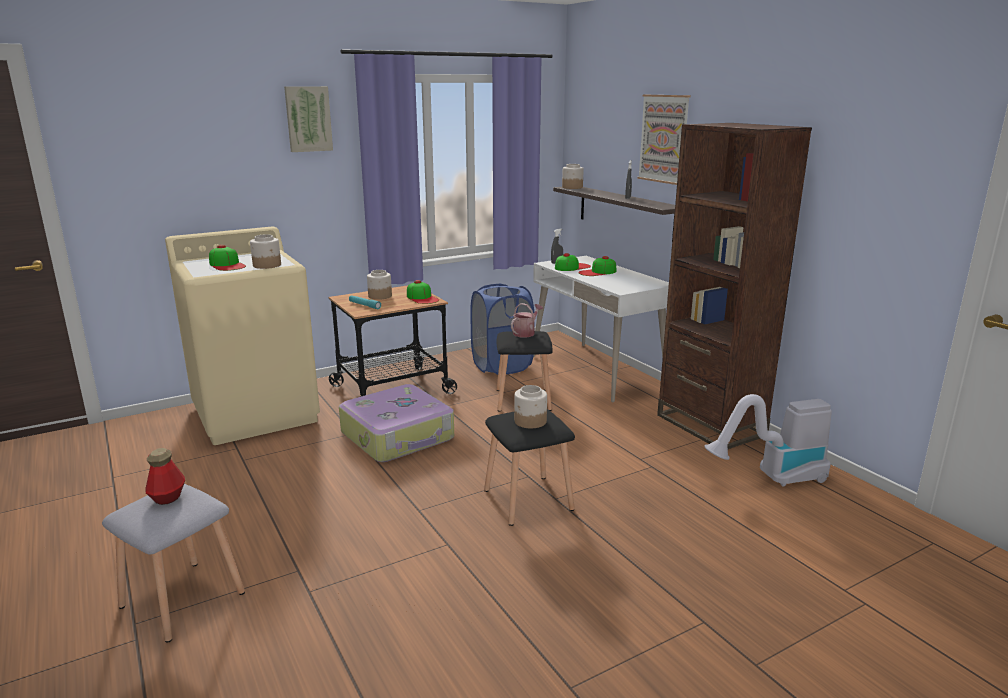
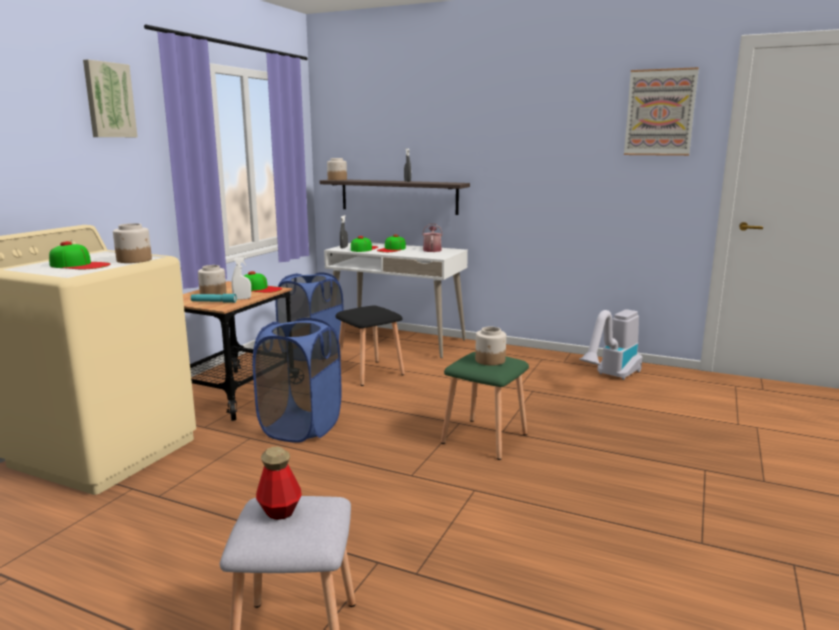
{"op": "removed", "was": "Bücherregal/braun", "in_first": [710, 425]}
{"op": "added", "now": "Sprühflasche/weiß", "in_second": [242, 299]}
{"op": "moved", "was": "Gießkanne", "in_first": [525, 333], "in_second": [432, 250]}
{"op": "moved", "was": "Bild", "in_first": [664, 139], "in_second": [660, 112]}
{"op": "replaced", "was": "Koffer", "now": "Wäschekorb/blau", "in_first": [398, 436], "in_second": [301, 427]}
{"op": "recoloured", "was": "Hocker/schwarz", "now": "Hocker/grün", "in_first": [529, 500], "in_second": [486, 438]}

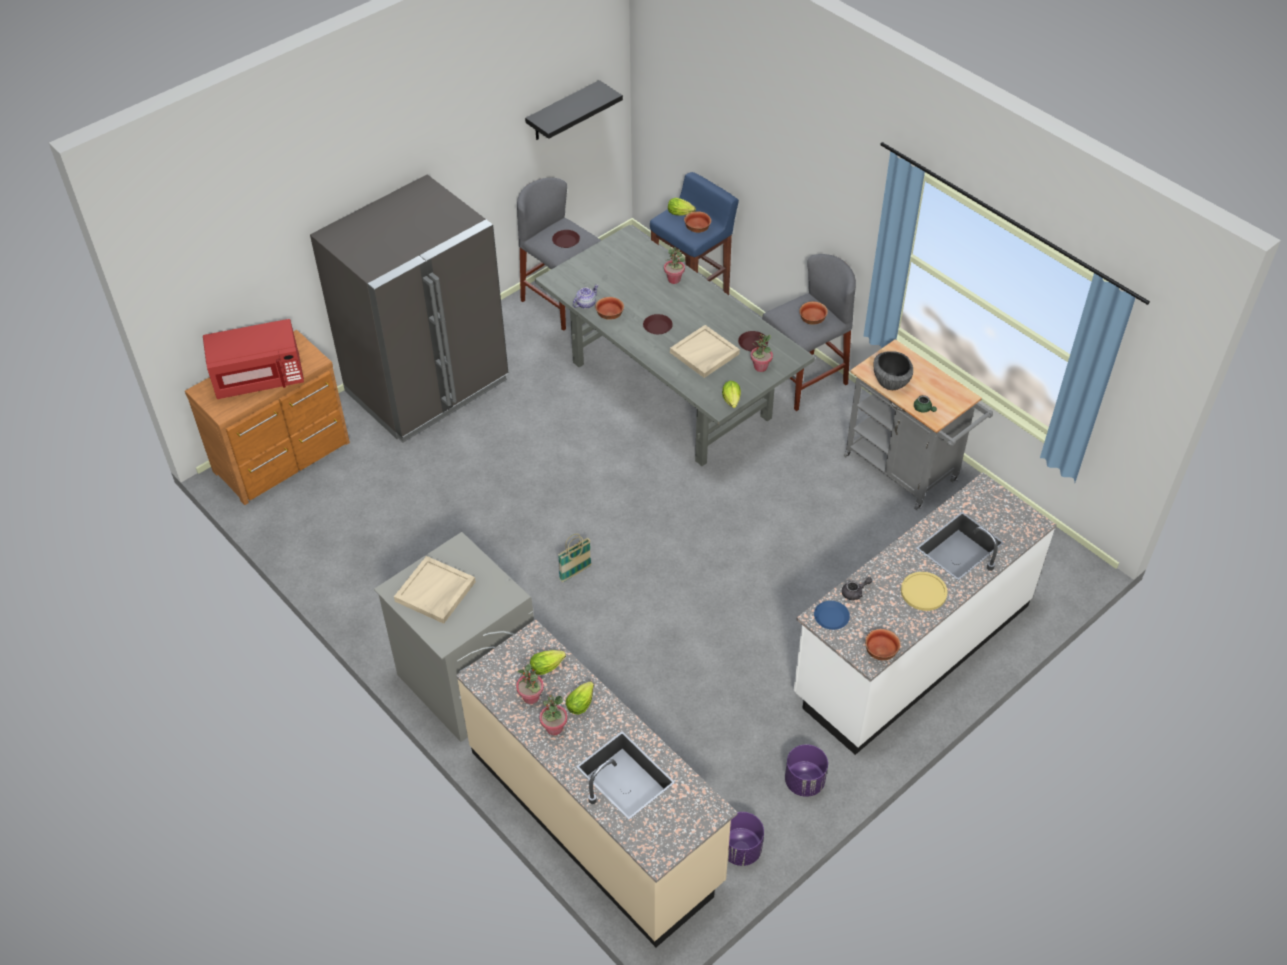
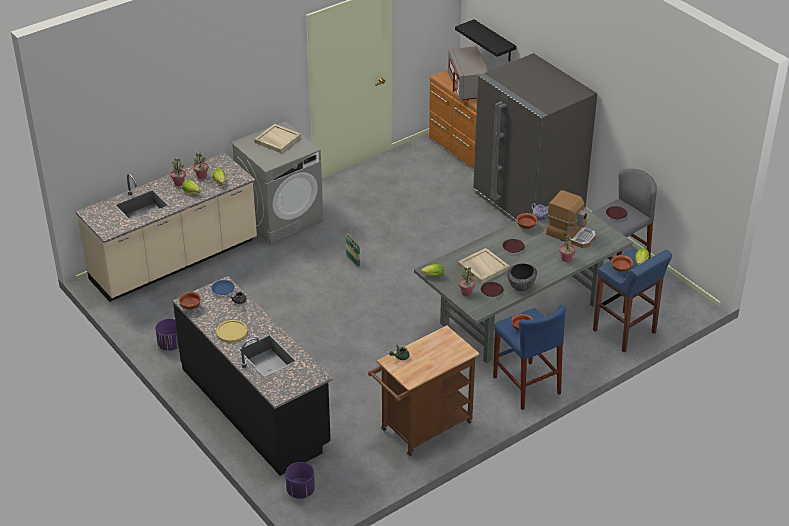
{"op": "added", "now": "Kaffeemaschine", "in_second": [571, 234]}
{"op": "moved", "was": "Wandregal/schwarz", "in_first": [563, 111], "in_second": [494, 41]}
{"op": "moved", "was": "Pflanzkübel/lila", "in_first": [741, 850], "in_second": [300, 491]}
{"op": "moved", "was": "Schüssel", "in_first": [890, 383], "in_second": [521, 286]}
{"op": "recoloured", "was": "Mikrowelle/rot", "now": "Mikrowelle/grau", "in_first": [259, 378], "in_second": [468, 87]}
{"op": "recoloured", "was": "Hocker/grau", "now": "Hocker/blau", "in_first": [804, 381], "in_second": [526, 385]}
{"op": "recoloured", "was": "Küchenzeile/weiß", "now": "Küchenzeile/schwarz", "in_first": [911, 650], "in_second": [255, 407]}
{"op": "recoloured", "was": "Rollwagen/grau", "now": "Rollwagen/braun", "in_first": [906, 472], "in_second": [422, 429]}

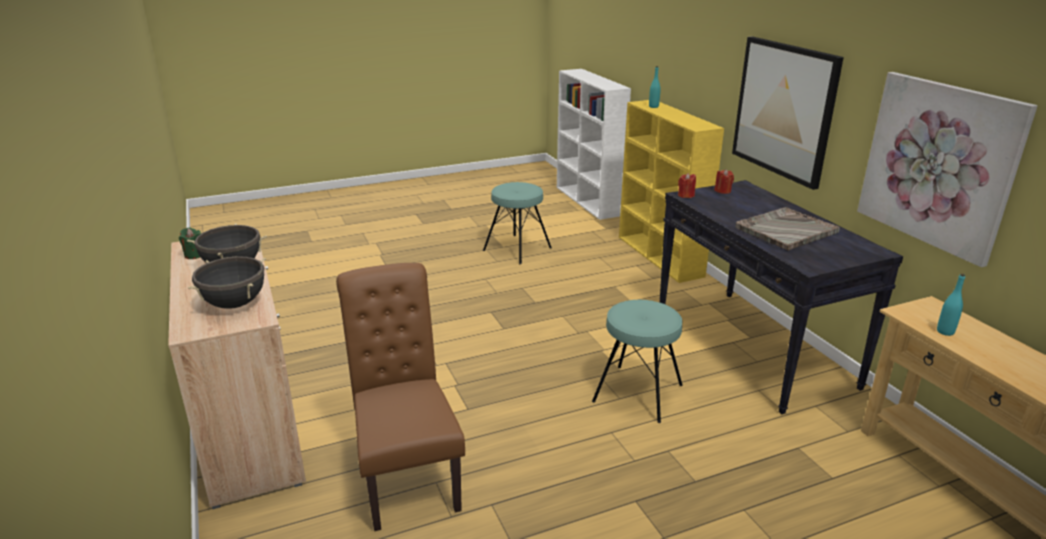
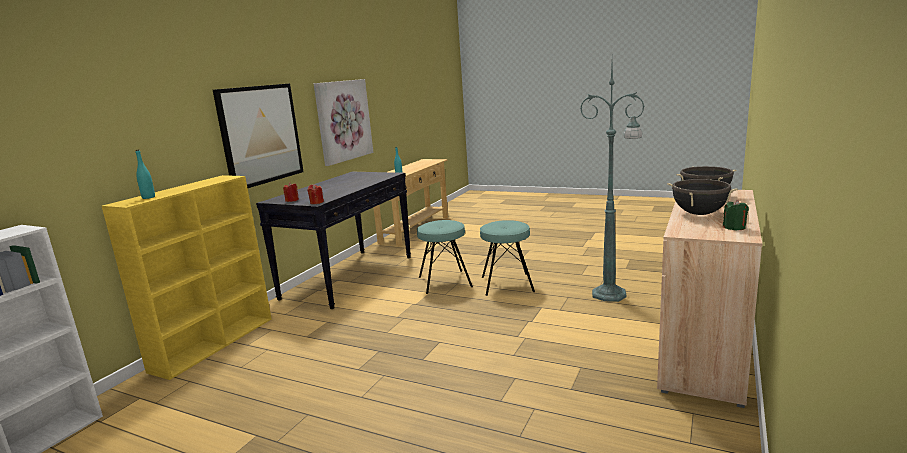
{"op": "removed", "was": "Tablett/grau", "in_first": [785, 230]}
{"op": "moved", "was": "Hocker/türkis", "in_first": [517, 249], "in_second": [507, 284]}
{"op": "replaced", "was": "Stuhl/braun", "now": "Stehlampe/grün", "in_first": [407, 474], "in_second": [611, 294]}

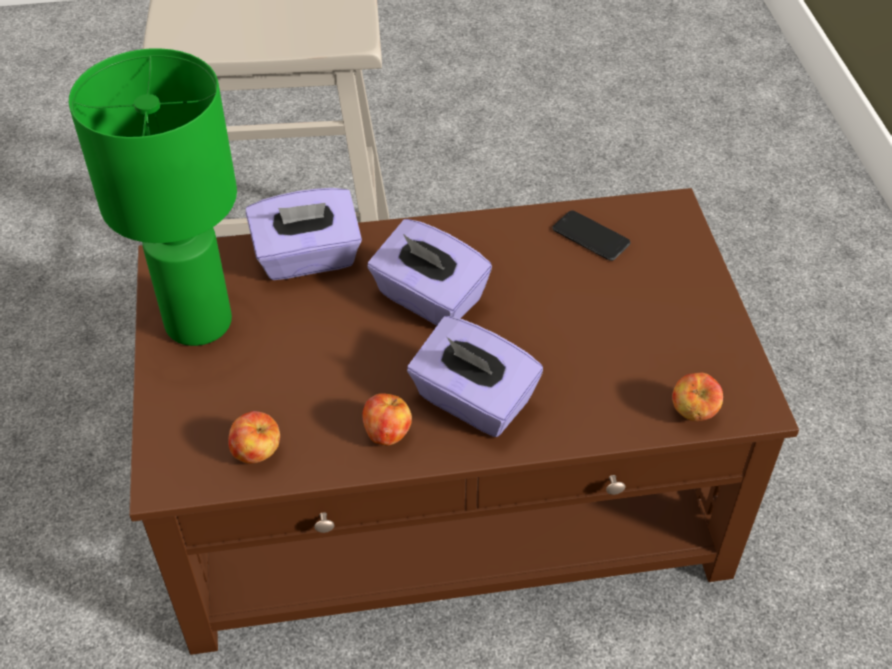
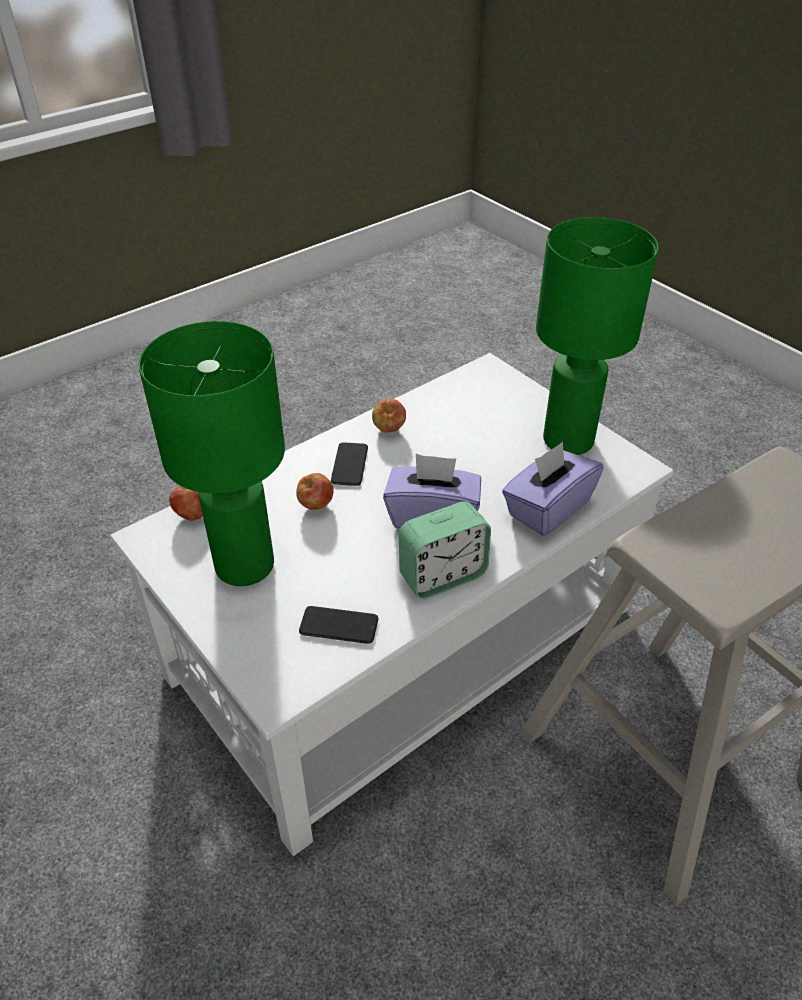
{"op": "added", "now": "Tischlampe/grün", "in_second": [246, 564]}
{"op": "added", "now": "Wecker", "in_second": [442, 575]}
{"op": "moved", "was": "Apfel", "in_first": [257, 452], "in_second": [316, 505]}
{"op": "replaced", "was": "Taschentuchbox/lila", "now": "Handy", "in_first": [472, 401], "in_second": [349, 465]}
{"op": "recoloured", "was": "Couchtisch/braun", "now": "Couchtisch/weiß", "in_first": [448, 491], "in_second": [400, 643]}

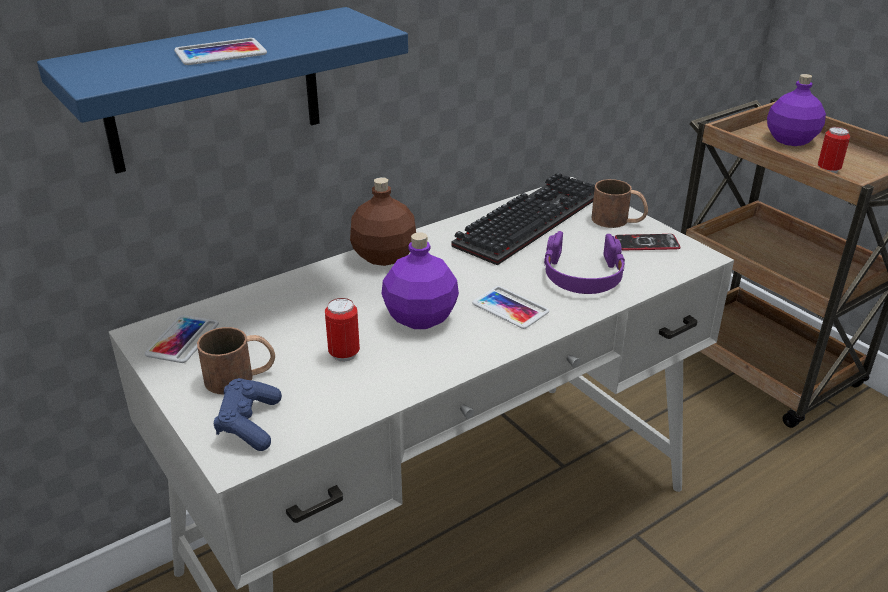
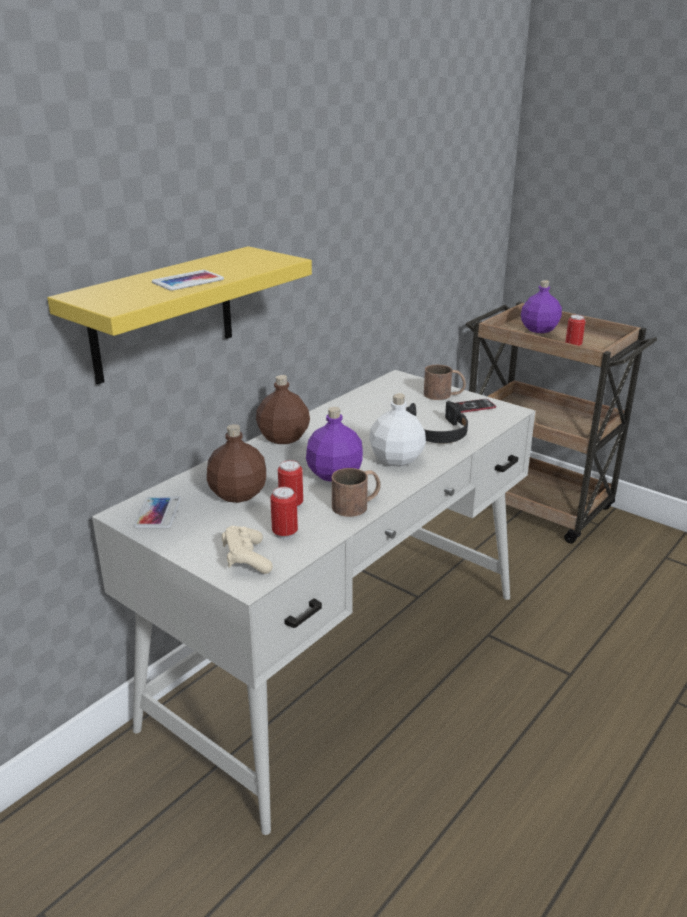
{"op": "removed", "was": "Tastatur", "in_first": [528, 219]}
{"op": "added", "now": "Flasche/braun", "in_second": [238, 493]}
{"op": "added", "now": "Dose", "in_second": [285, 533]}
{"op": "moved", "was": "Henkelbecher/braun", "in_first": [241, 377], "in_second": [357, 504]}
{"op": "replaced", "was": "Handy", "now": "Flasche/weiß", "in_first": [510, 308], "in_second": [396, 459]}
{"op": "recoloured", "was": "Wandregal/blau", "now": "Wandregal/gelb", "in_first": [214, 90], "in_second": [163, 314]}
{"op": "recoloured", "was": "Gamepad/blau", "now": "Gamepad/beige", "in_first": [249, 425], "in_second": [246, 559]}
{"op": "recoloured", "was": "Kopfhörer/lila", "now": "Kopfhörer/schwarz", "in_first": [582, 275], "in_second": [437, 432]}

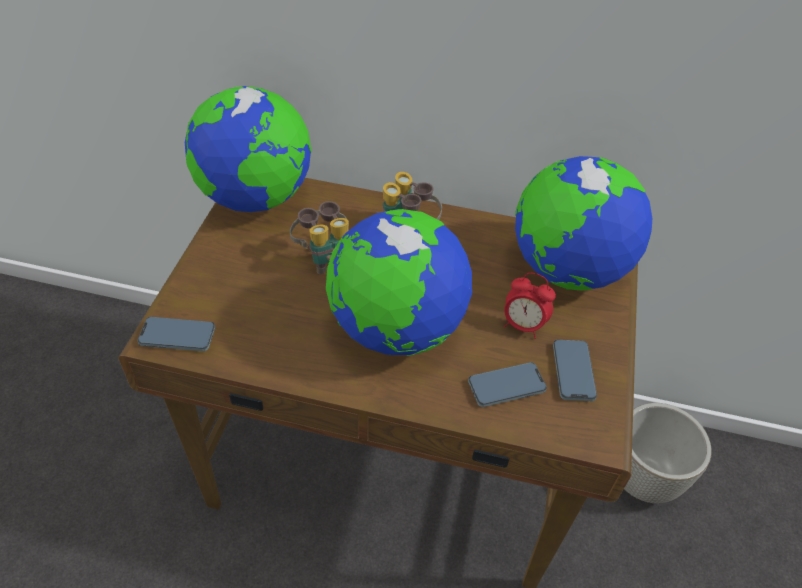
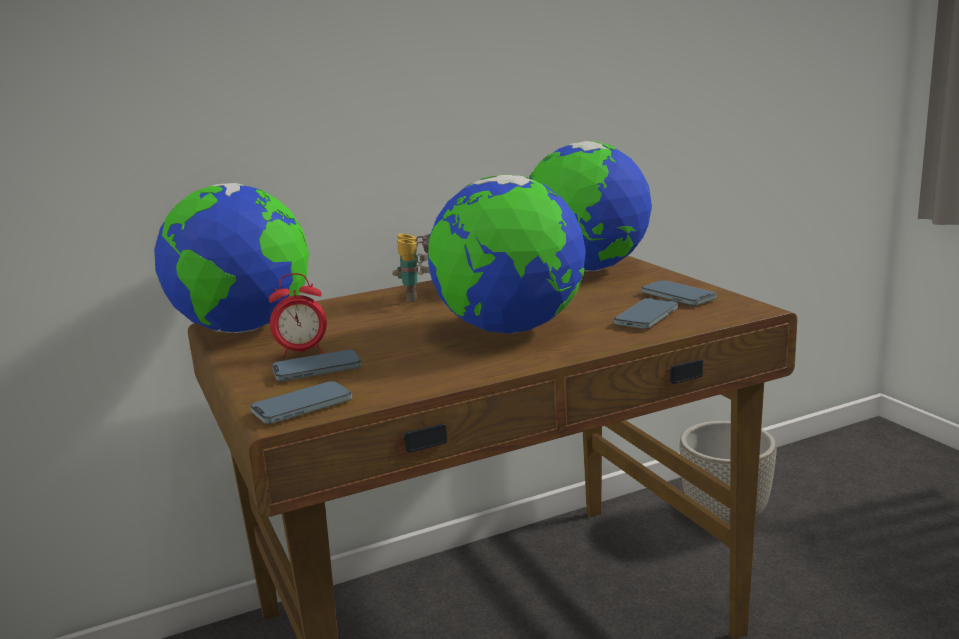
{"op": "removed", "was": "Fernglas", "in_first": [324, 257]}
{"op": "added", "now": "Handy", "in_second": [317, 370]}
{"op": "moved", "was": "Wecker", "in_first": [523, 325], "in_second": [302, 352]}

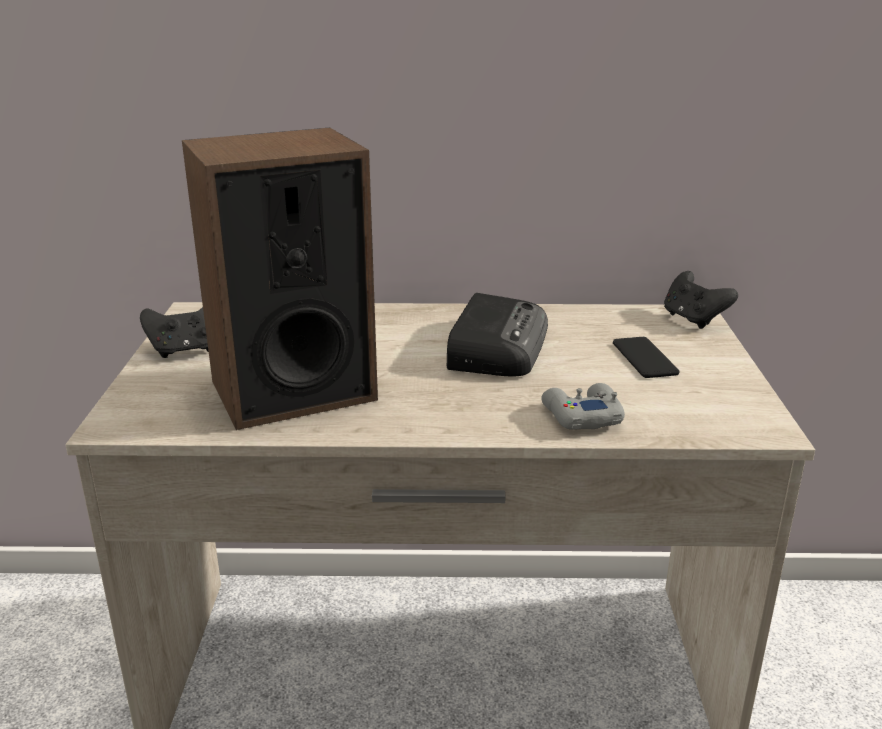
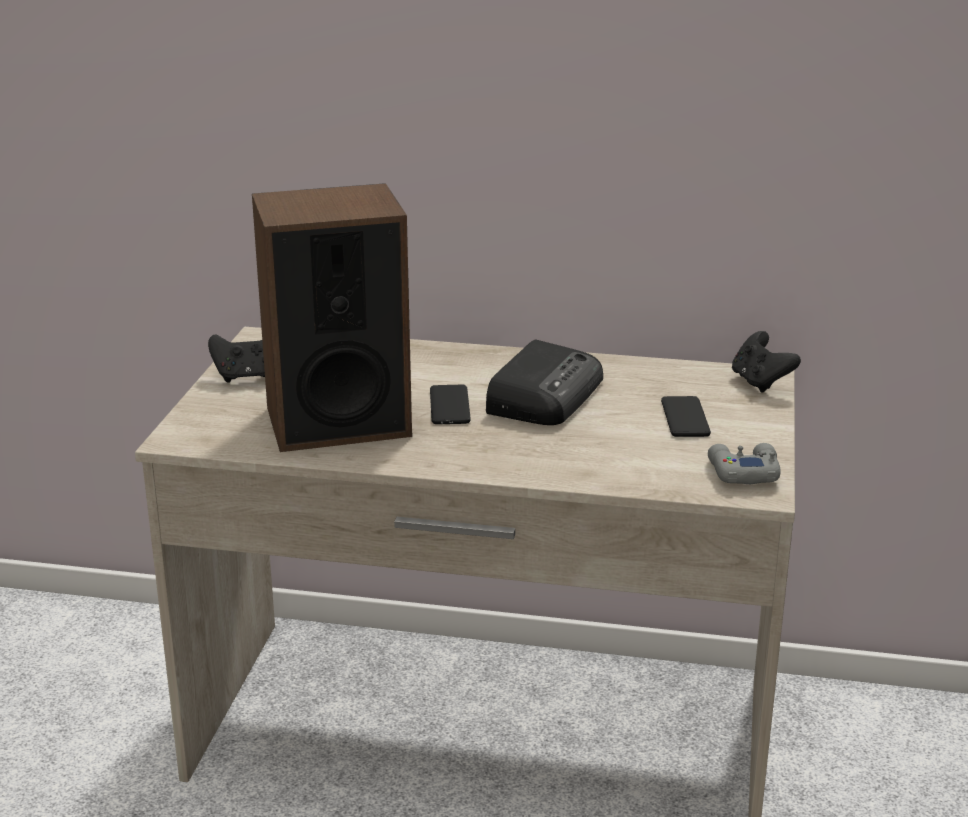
{"op": "added", "now": "Handy", "in_second": [449, 406]}
{"op": "moved", "was": "Gamepad/grau", "in_first": [581, 415], "in_second": [742, 472]}

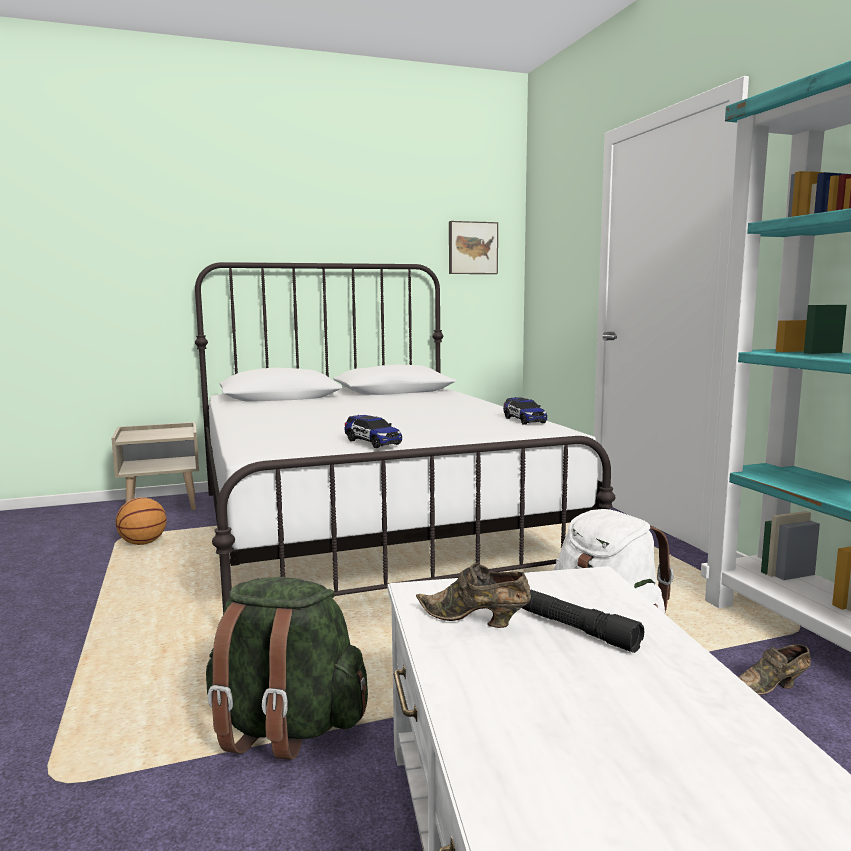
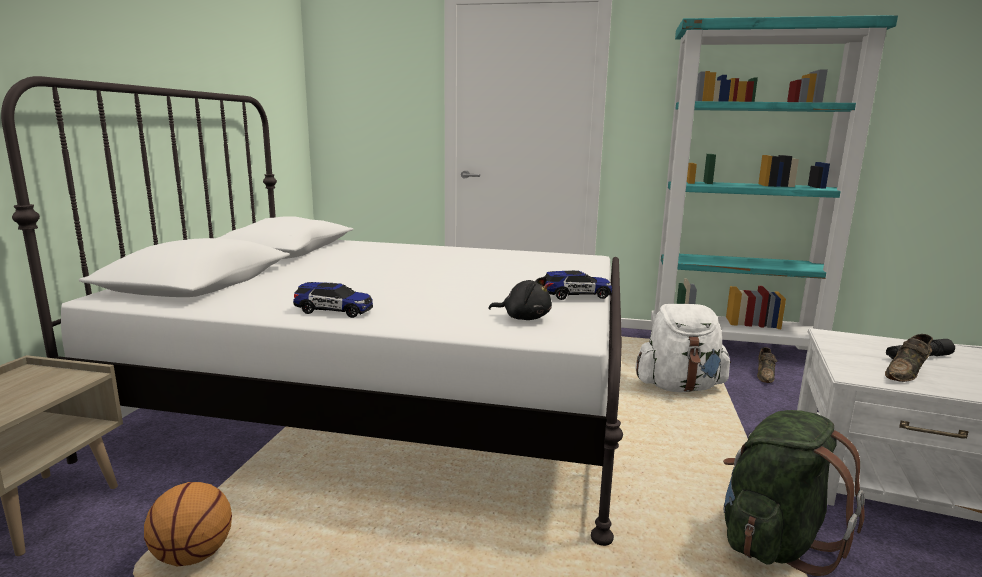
{"op": "removed", "was": "Bild", "in_first": [472, 248]}
{"op": "added", "now": "Plüschtier/schwarz", "in_second": [524, 318]}
{"op": "moved", "was": "Spielzeugauto", "in_first": [524, 420], "in_second": [334, 311]}

